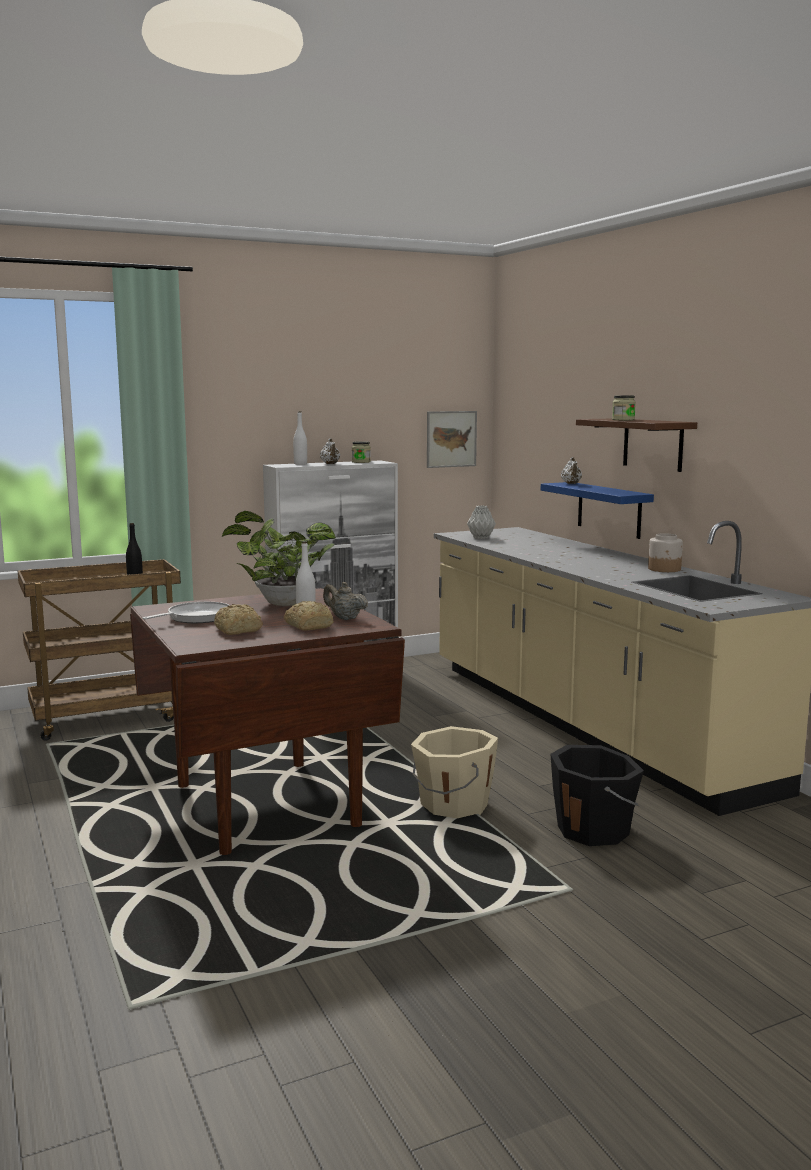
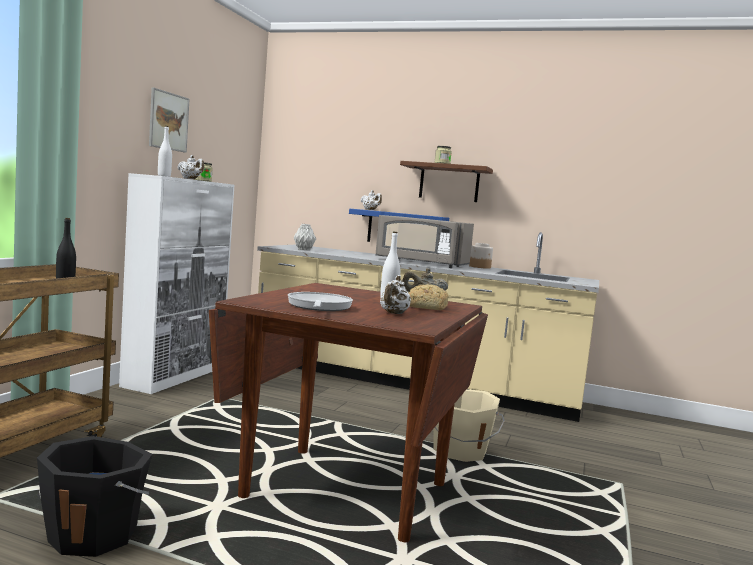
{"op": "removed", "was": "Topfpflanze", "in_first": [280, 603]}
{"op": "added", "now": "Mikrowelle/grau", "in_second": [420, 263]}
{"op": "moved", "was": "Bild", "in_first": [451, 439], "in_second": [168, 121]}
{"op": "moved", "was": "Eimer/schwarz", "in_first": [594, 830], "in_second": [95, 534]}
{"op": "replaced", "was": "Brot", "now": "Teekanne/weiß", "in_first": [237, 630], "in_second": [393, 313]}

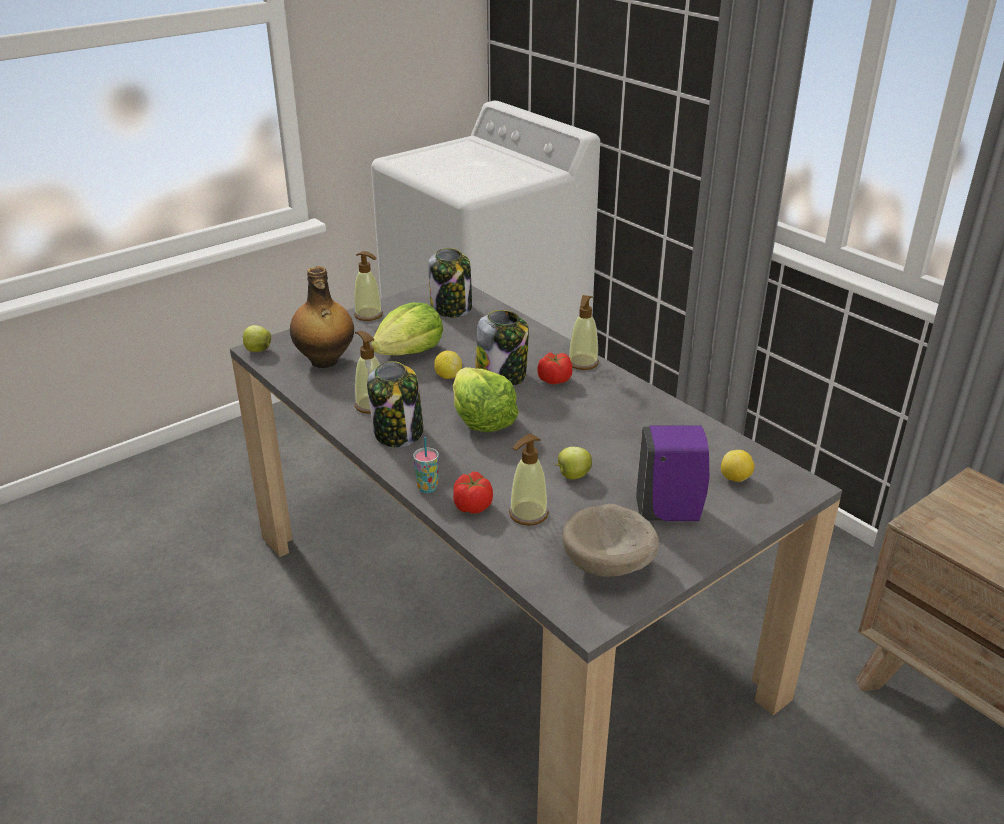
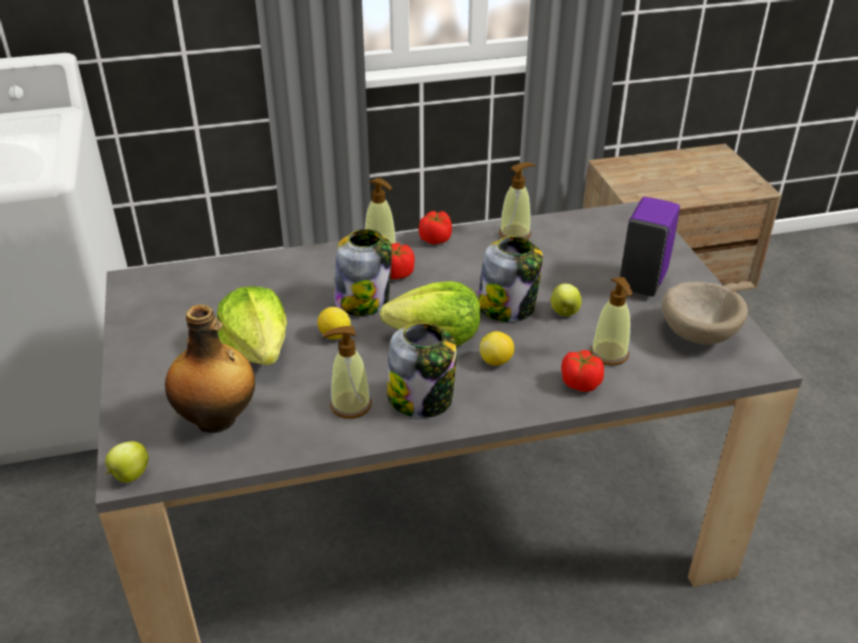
{"op": "removed", "was": "Tasse", "in_first": [427, 488]}
{"op": "added", "now": "Tomate", "in_second": [435, 239]}
{"op": "moved", "was": "Seifenspender", "in_first": [368, 315], "in_second": [515, 234]}
{"op": "moved", "was": "Vorratsglas", "in_first": [451, 308], "in_second": [507, 307]}
{"op": "moved", "was": "Zitrone", "in_first": [735, 479], "in_second": [496, 361]}

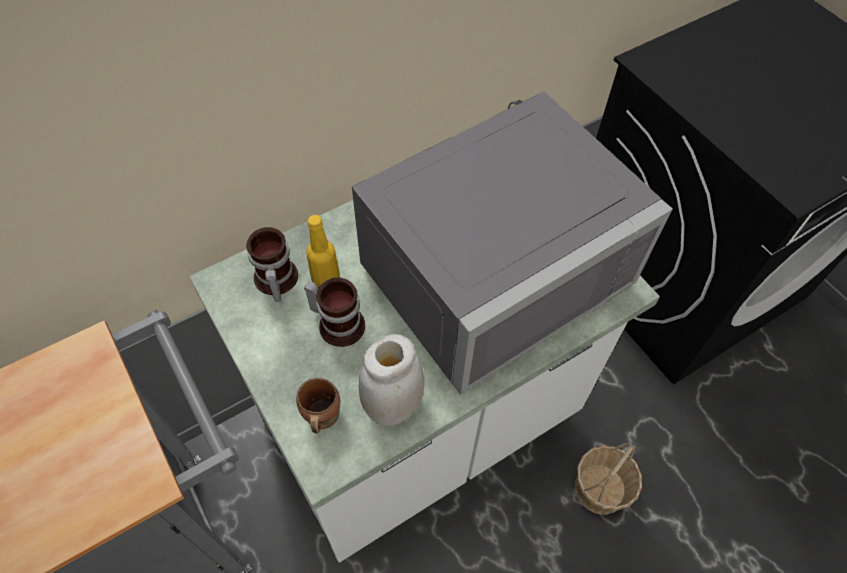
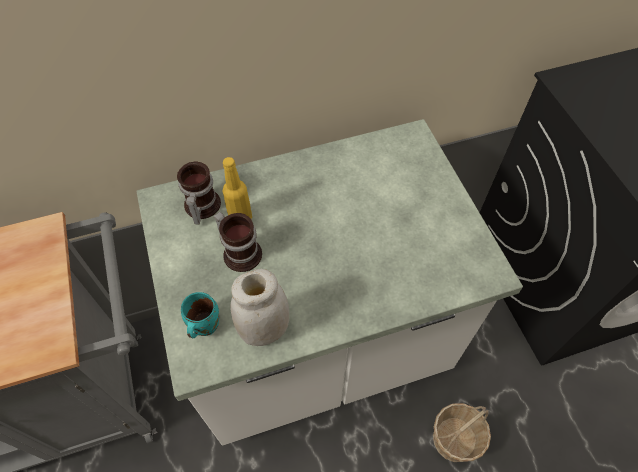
{"op": "removed", "was": "Mikrowelle/grau", "in_first": [486, 263]}
{"op": "recoloured", "was": "Henkelbecher/braun", "now": "Henkelbecher/türkis", "in_first": [320, 417], "in_second": [203, 325]}

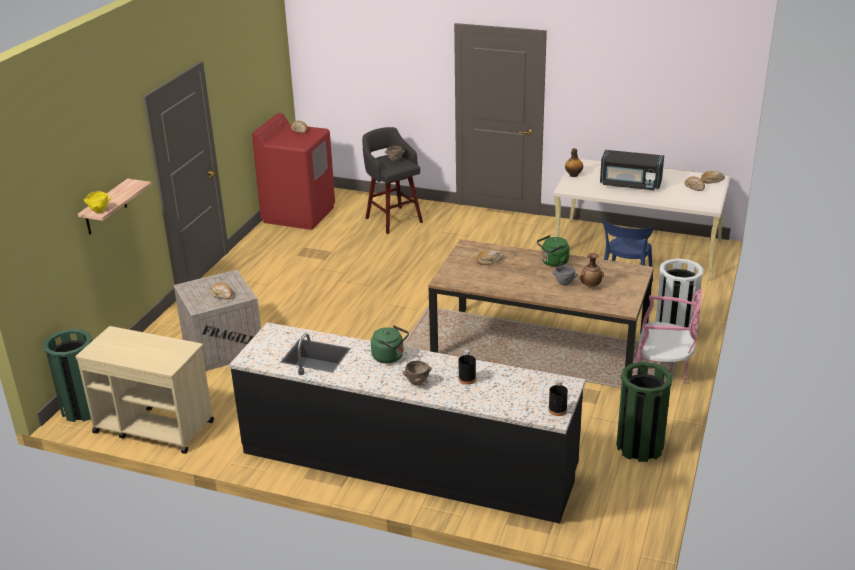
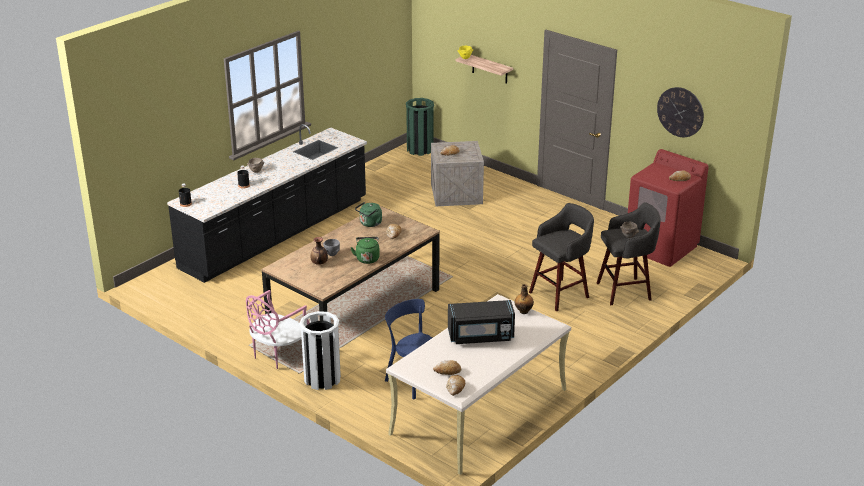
{"op": "removed", "was": "Rollwagen/beige", "in_first": [153, 427]}
{"op": "removed", "was": "Mülleimer/grün", "in_first": [639, 447]}
{"op": "added", "now": "Hocker/grau", "in_second": [560, 294]}
{"op": "added", "now": "Wanduhr", "in_second": [680, 112]}
{"op": "moved", "was": "Wasserkessel/grün", "in_first": [390, 357], "in_second": [369, 224]}
{"op": "turned", "was": "Mikrowelle/schwarz", "in_first": [630, 184], "in_second": [480, 336], "clockwise": -135}

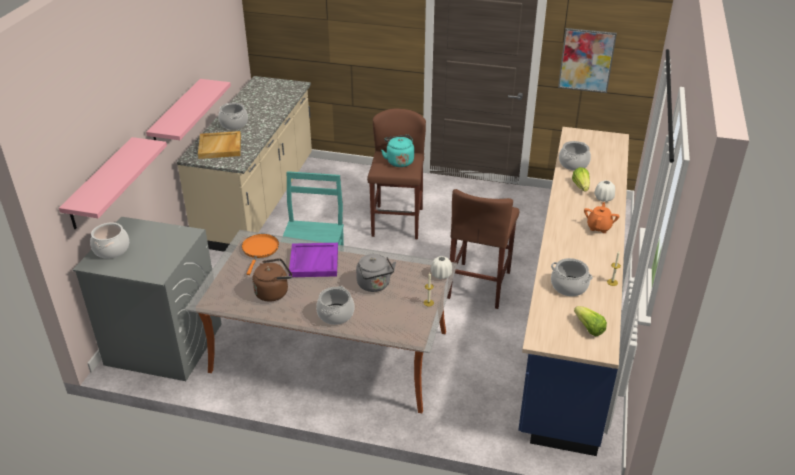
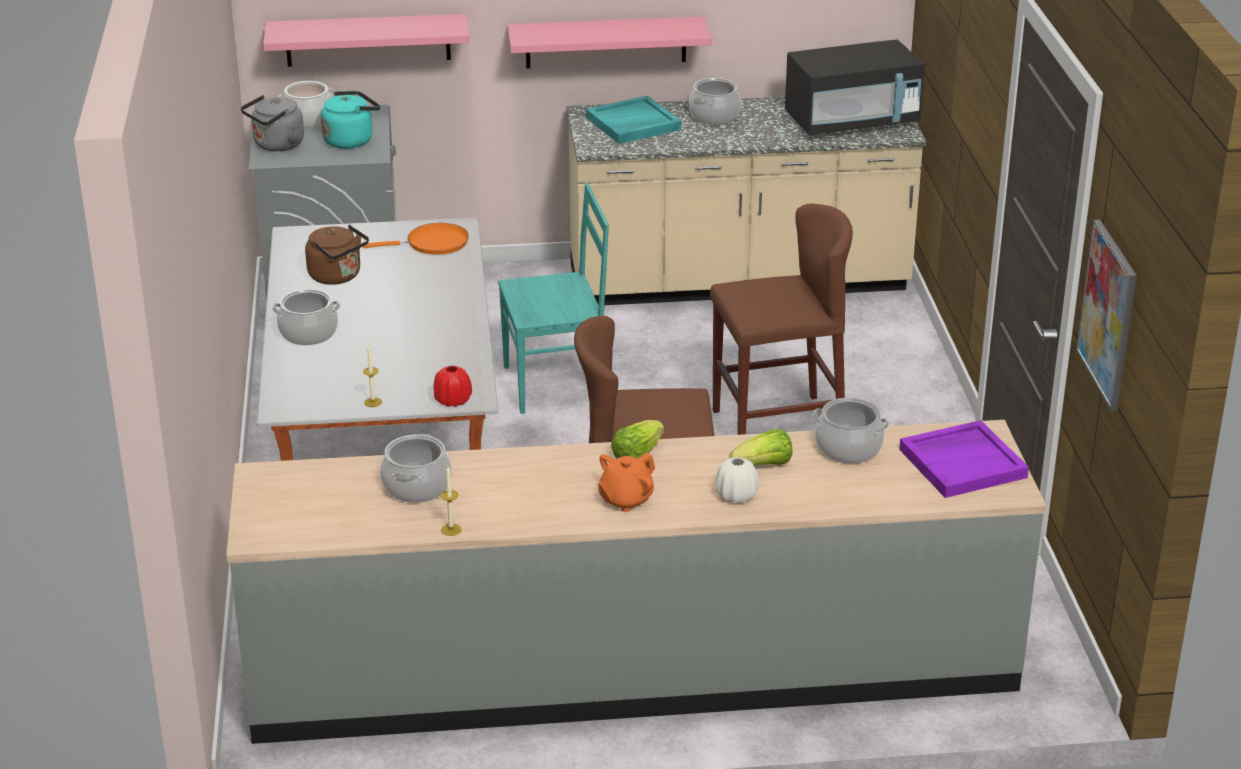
{"op": "added", "now": "Mikrowelle/schwarz", "in_second": [852, 122]}
{"op": "moved", "was": "Tablett/lila", "in_first": [313, 261], "in_second": [963, 463]}
{"op": "moved", "was": "Wasserkessel/grau", "in_first": [375, 285], "in_second": [276, 145]}
{"op": "moved", "was": "Wasserkessel/türkis", "in_first": [399, 161], "in_second": [351, 140]}
{"op": "moved", "was": "Salatkopf", "in_first": [589, 328], "in_second": [637, 455]}
{"op": "recoloured", "was": "Tablett/beige", "now": "Tablett/türkis", "in_first": [220, 147], "in_second": [633, 124]}
{"op": "recoloured", "was": "Vase/weiß", "now": "Vase/rot", "in_first": [441, 275], "in_second": [452, 401]}
{"op": "recoloured", "was": "Küchenzeile/blau", "now": "Küchenzeile/grau", "in_first": [570, 309], "in_second": [633, 669]}
{"op": "turned", "was": "Teekanne/orange", "in_first": [599, 227], "in_second": [625, 500], "clockwise": 135}

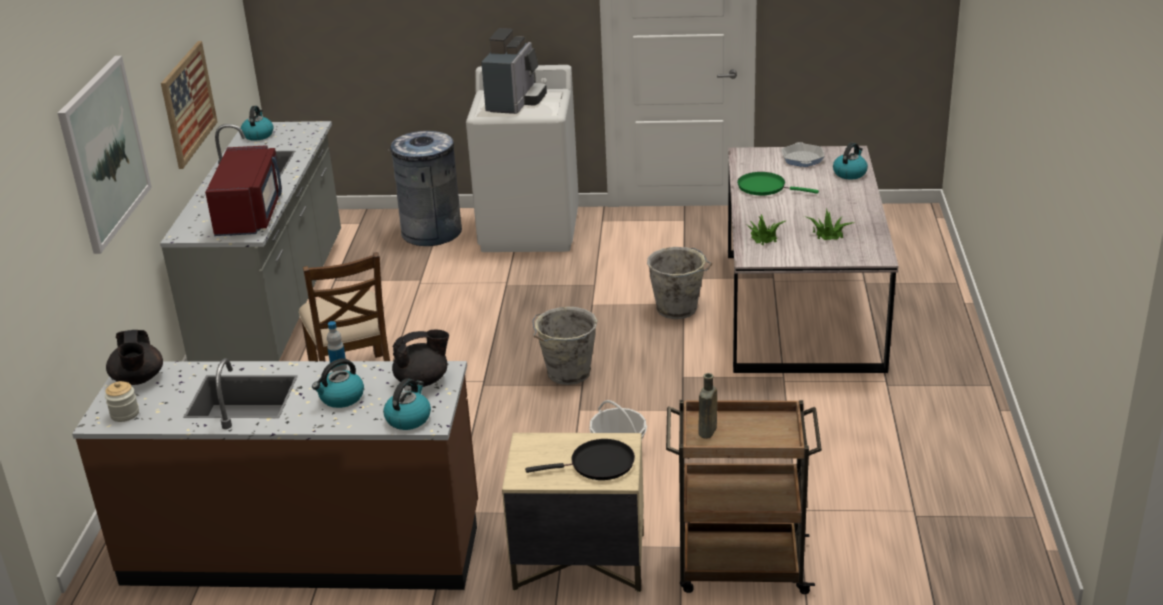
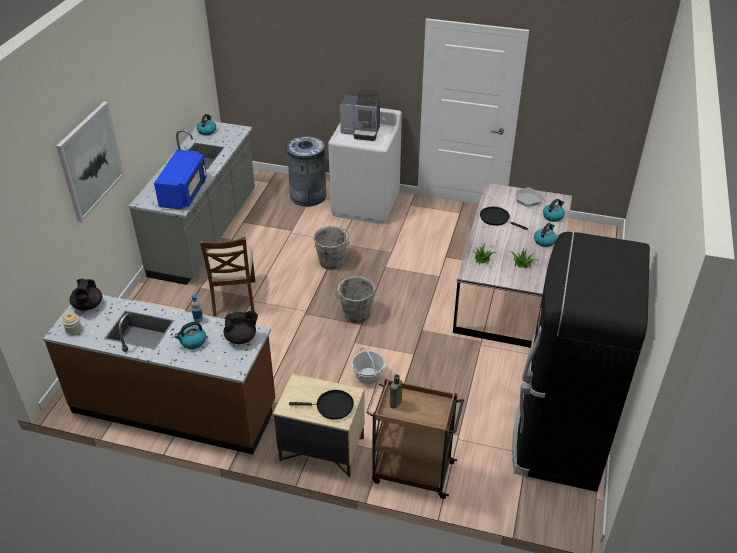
{"op": "removed", "was": "Bild", "in_first": [188, 103]}
{"op": "added", "now": "Kühlschrank/schwarz", "in_second": [558, 436]}
{"op": "moved", "was": "Wasserkessel", "in_first": [408, 418], "in_second": [544, 241]}
{"op": "moved", "was": "Eimer/grau", "in_first": [678, 309], "in_second": [332, 263]}
{"op": "recoloured", "was": "Mikrowelle/rot", "now": "Mikrowelle/blau", "in_first": [250, 214], "in_second": [184, 193]}
{"op": "recoloured", "was": "Pfanne/grün", "now": "Pfanne/schwarz", "in_first": [765, 187], "in_second": [496, 218]}
{"op": "turned", "was": "Kaffeemaschine", "in_first": [515, 102], "in_second": [361, 132], "clockwise": 75}

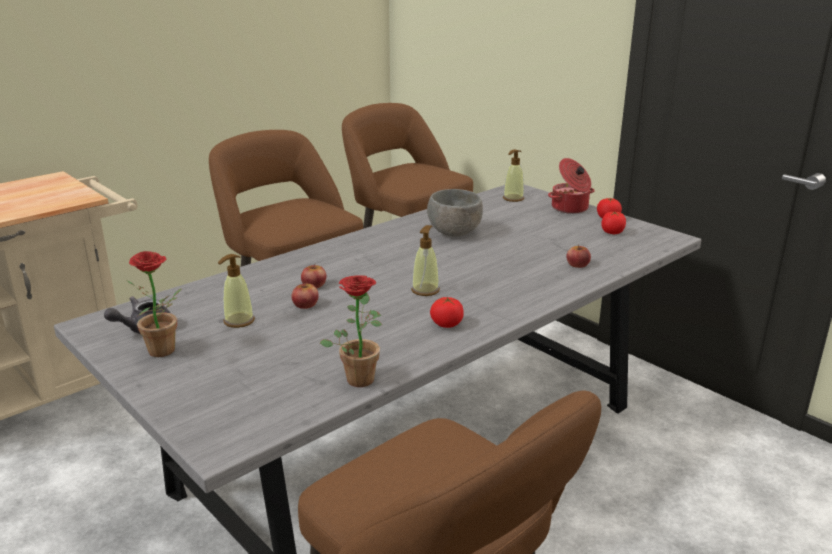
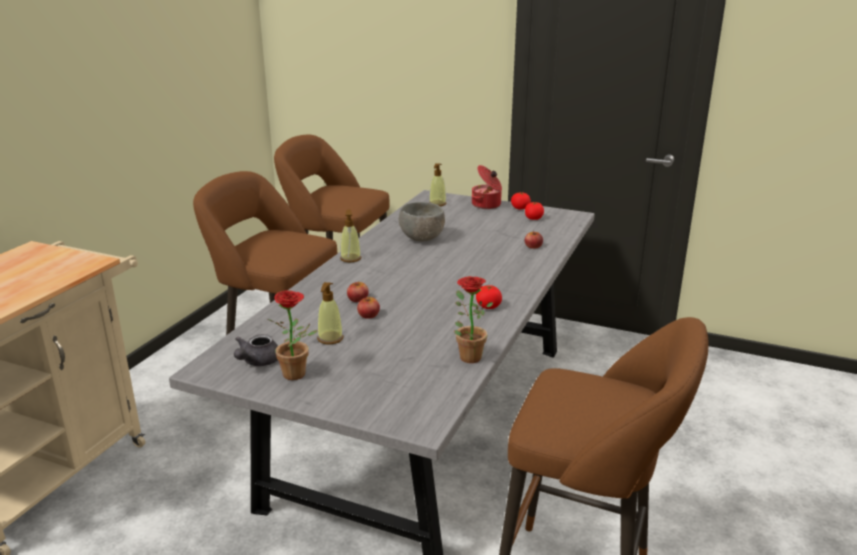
{"op": "moved", "was": "Seifenspender", "in_first": [425, 290], "in_second": [350, 258]}

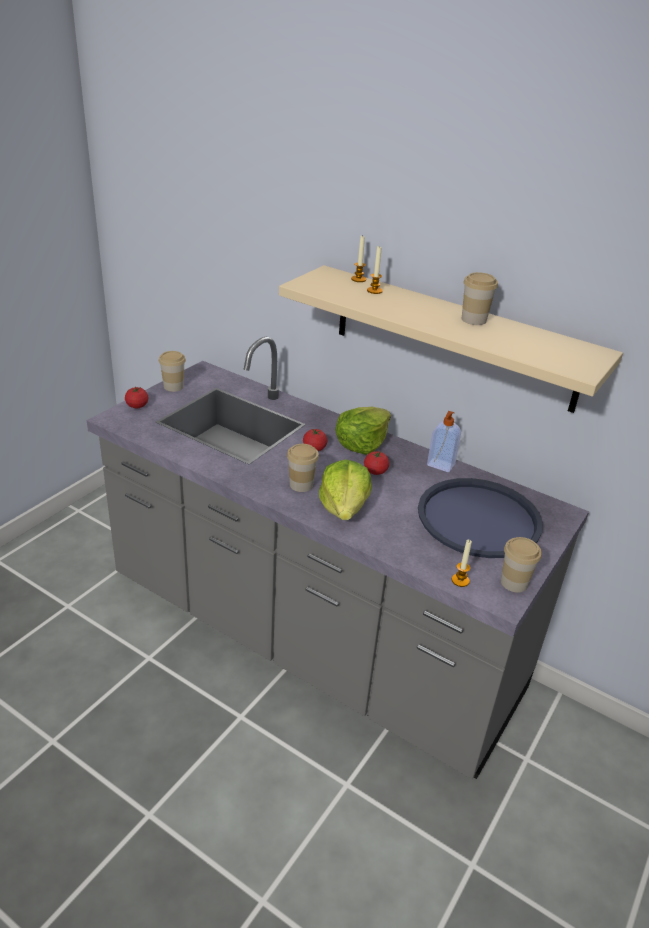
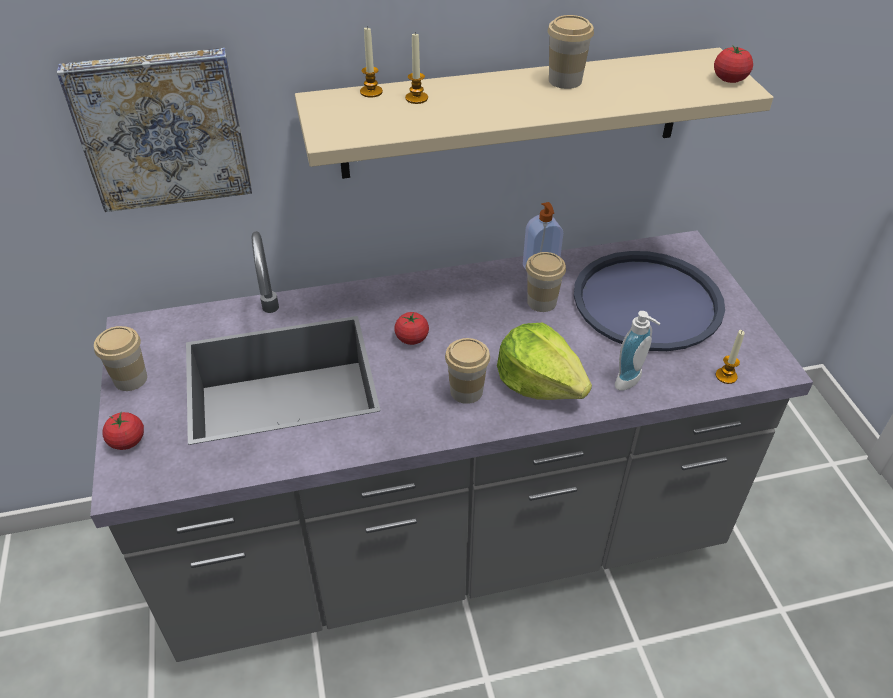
{"op": "removed", "was": "Salatkopf", "in_first": [361, 443]}
{"op": "added", "now": "Bild", "in_second": [162, 128]}
{"op": "added", "now": "Seifenspender", "in_second": [631, 382]}
{"op": "moved", "was": "Tomate", "in_first": [375, 471], "in_second": [729, 79]}
{"op": "moved", "was": "Tasse", "in_first": [514, 583], "in_second": [541, 302]}

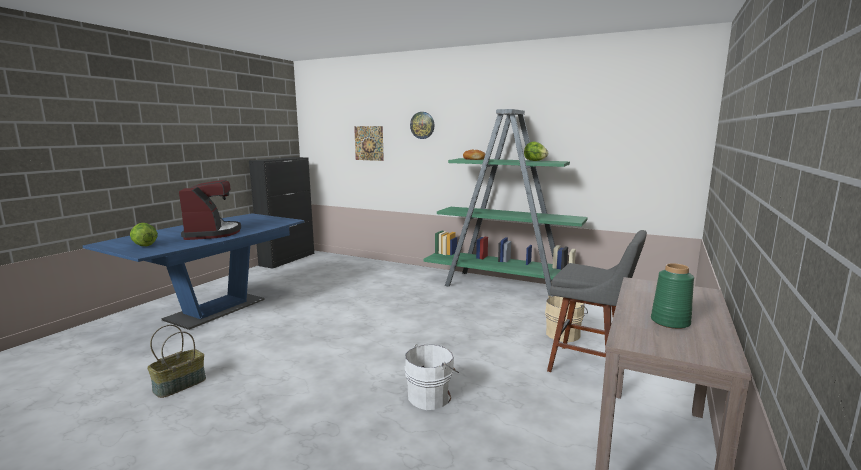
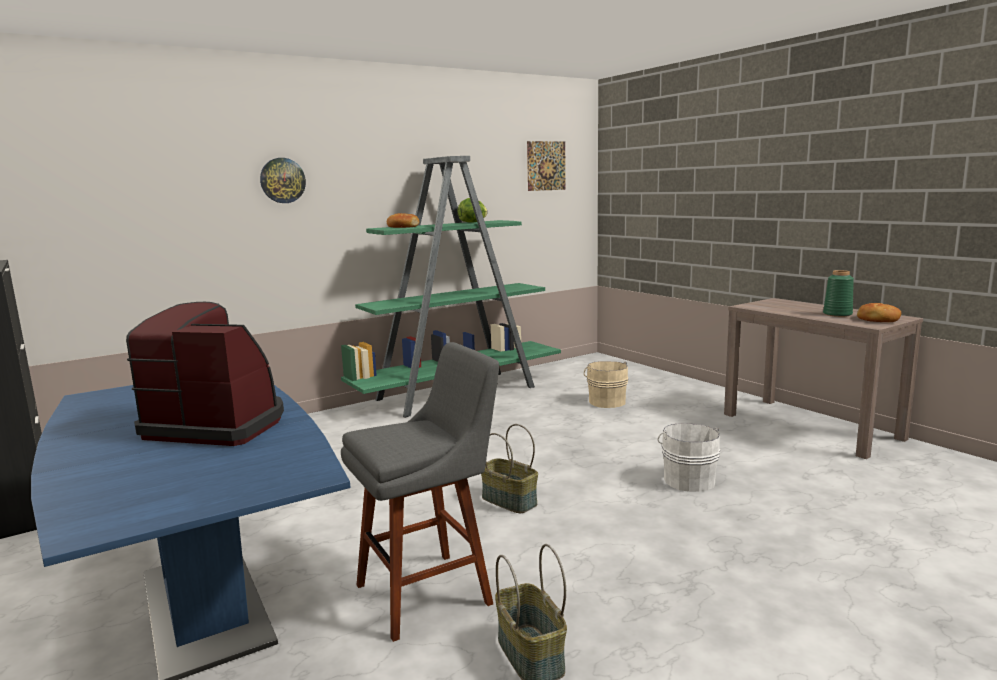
{"op": "removed", "was": "Salatkopf", "in_first": [144, 245]}
{"op": "added", "now": "Korb", "in_second": [508, 501]}
{"op": "added", "now": "Brot", "in_second": [877, 320]}
{"op": "moved", "was": "Bild", "in_first": [369, 143], "in_second": [546, 166]}
{"op": "moved", "was": "Hocker/grau", "in_first": [589, 367], "in_second": [430, 592]}

